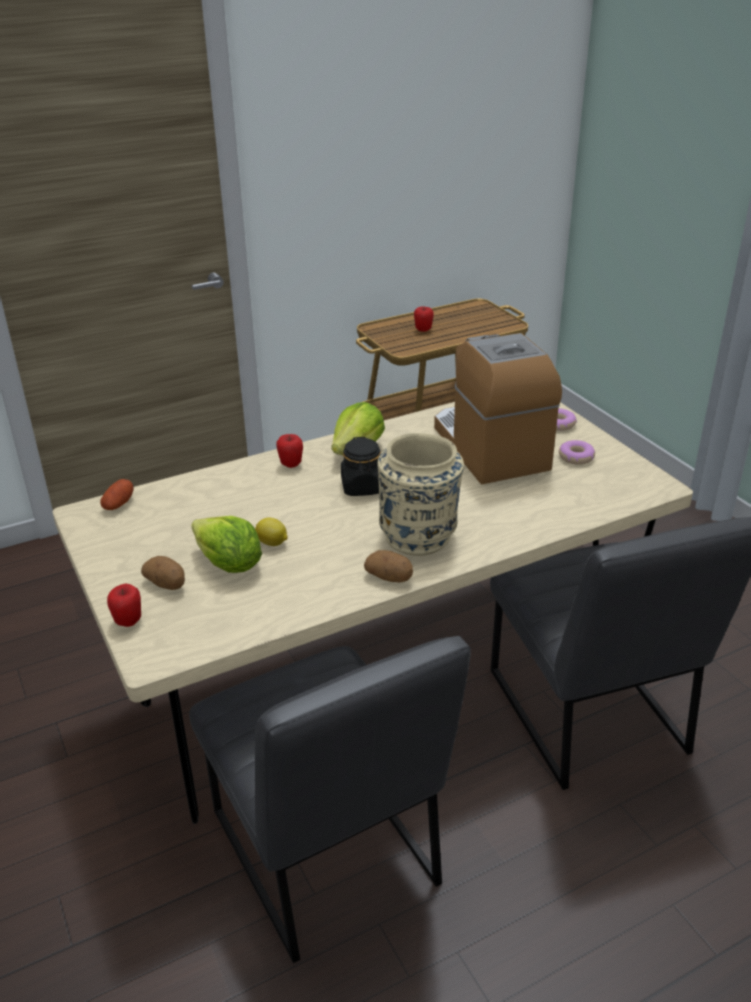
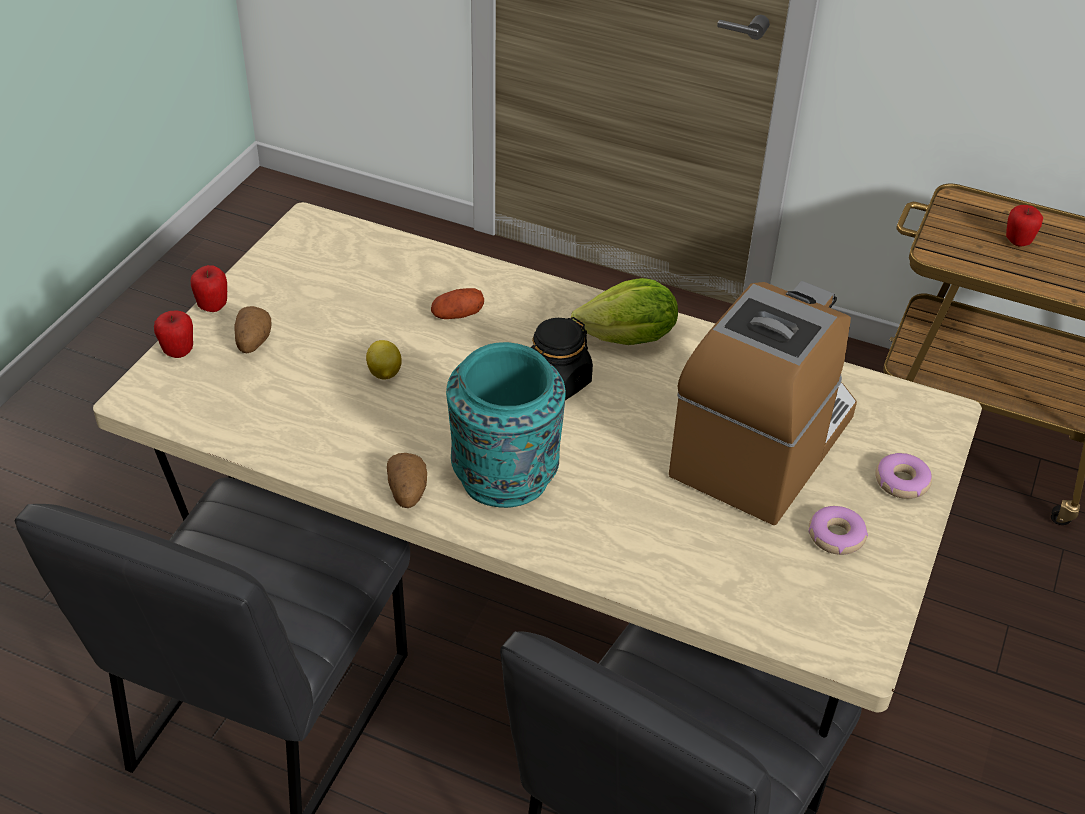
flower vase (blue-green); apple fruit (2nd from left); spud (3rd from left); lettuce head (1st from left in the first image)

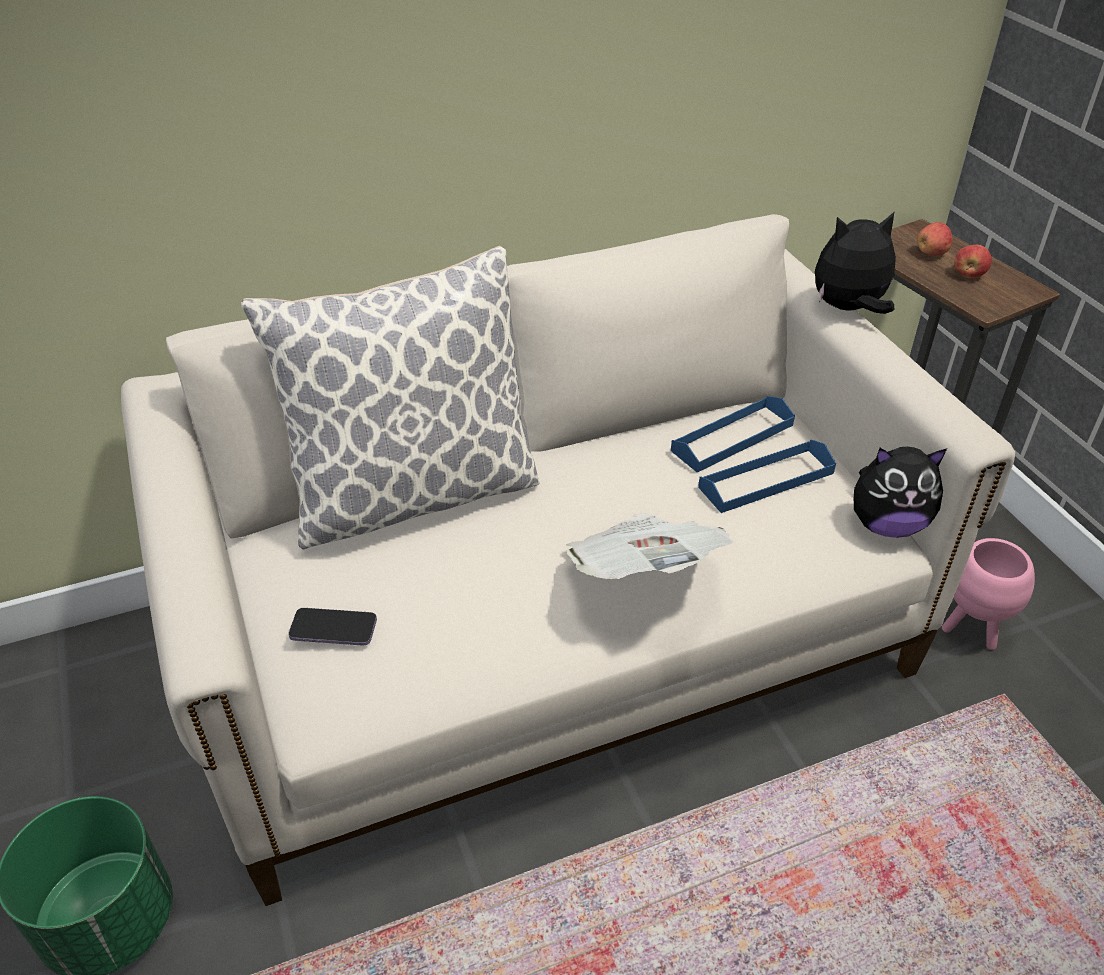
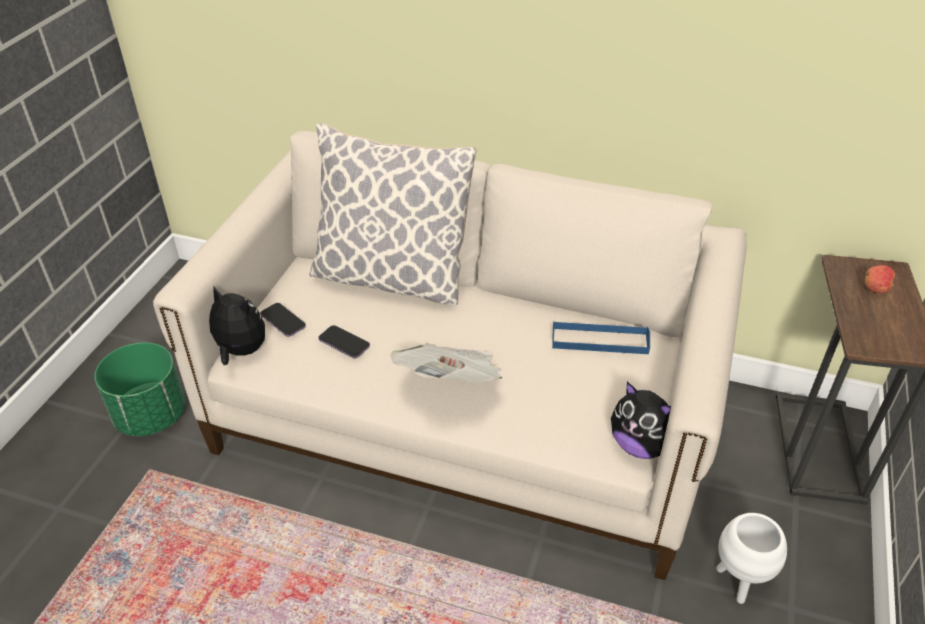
plush toy (1st from left); apple fruit (2nd from left in the first image); carrying tray (blue-coloured) (2nd from left in the first image); flower pot (white); phone (2nd from left)

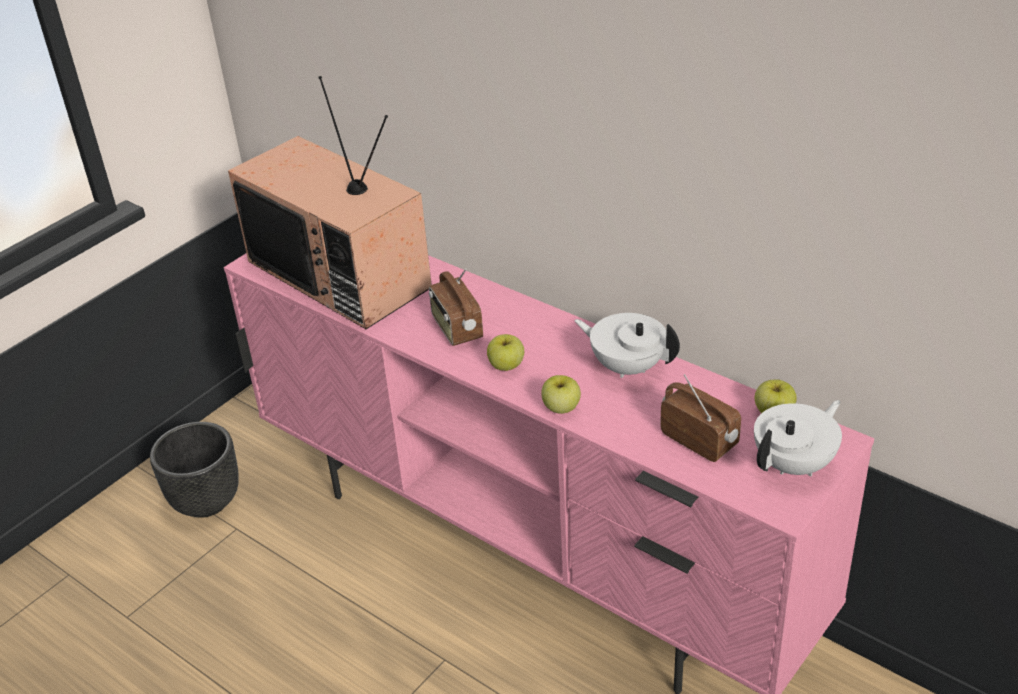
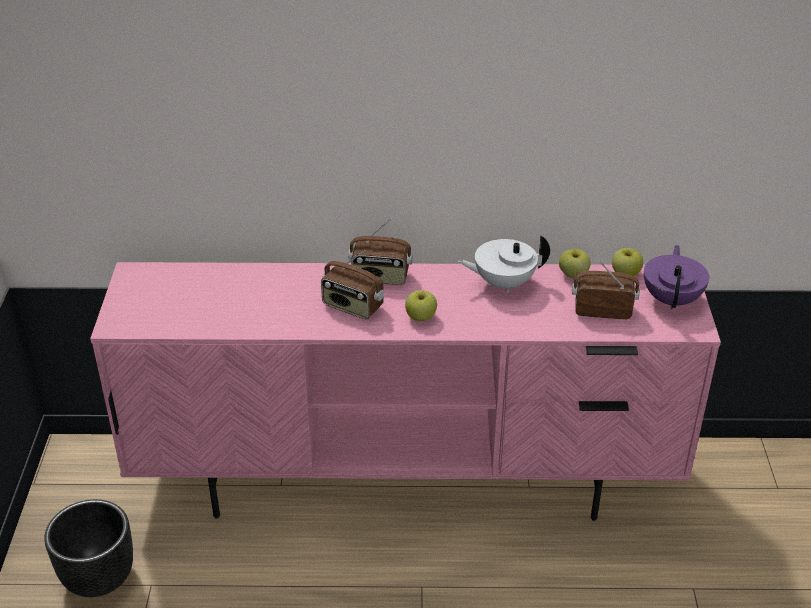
TV; apple fruit (2nd from left); pot for tea (purple-coloured); radio receiver (2nd from left)

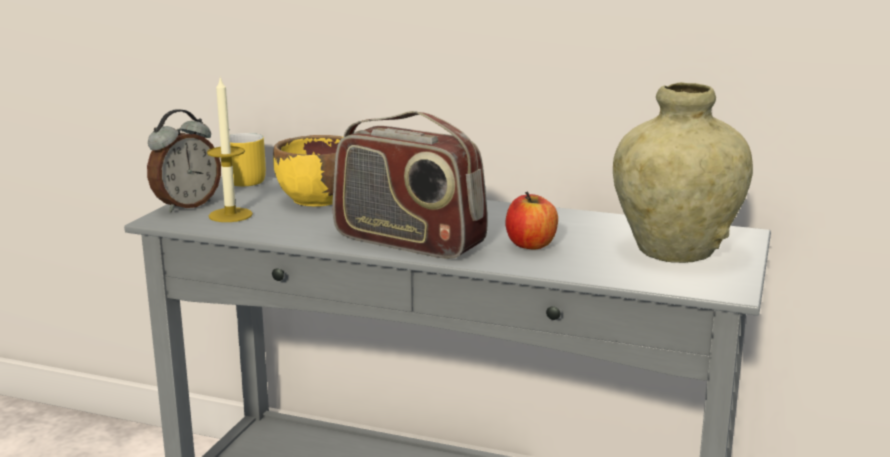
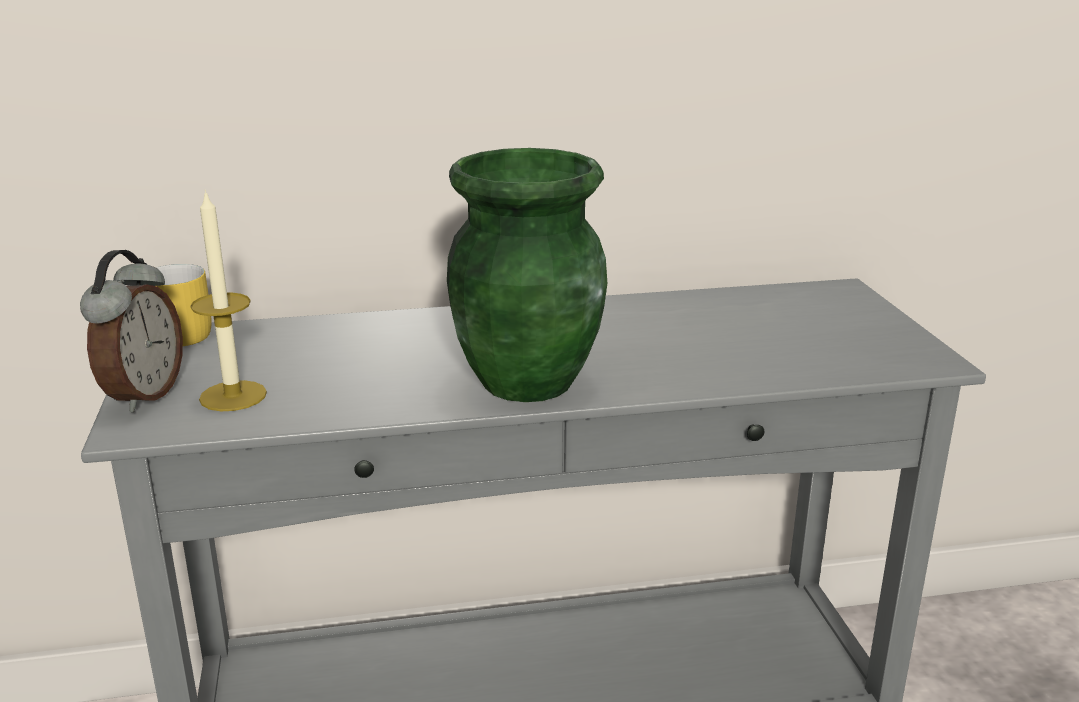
flower vase (sand-coloured); flower vase (green); serving bowl (yellow); apple fruit

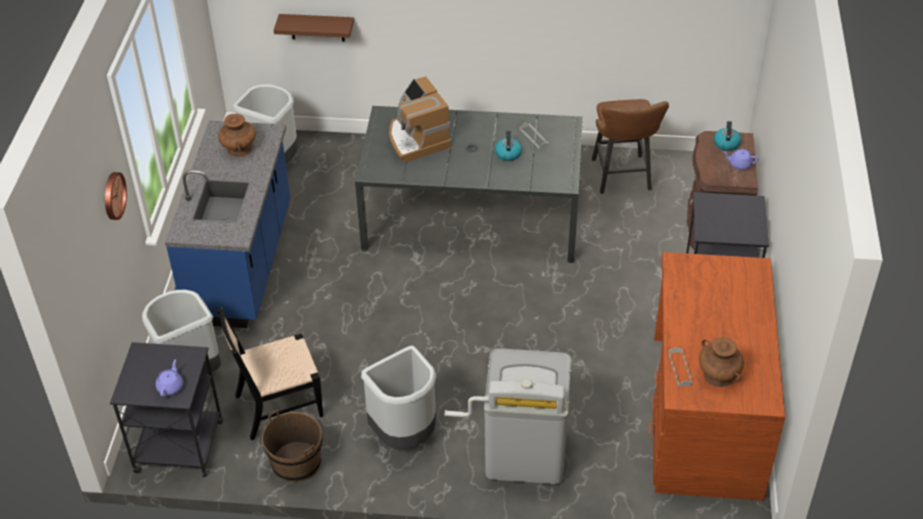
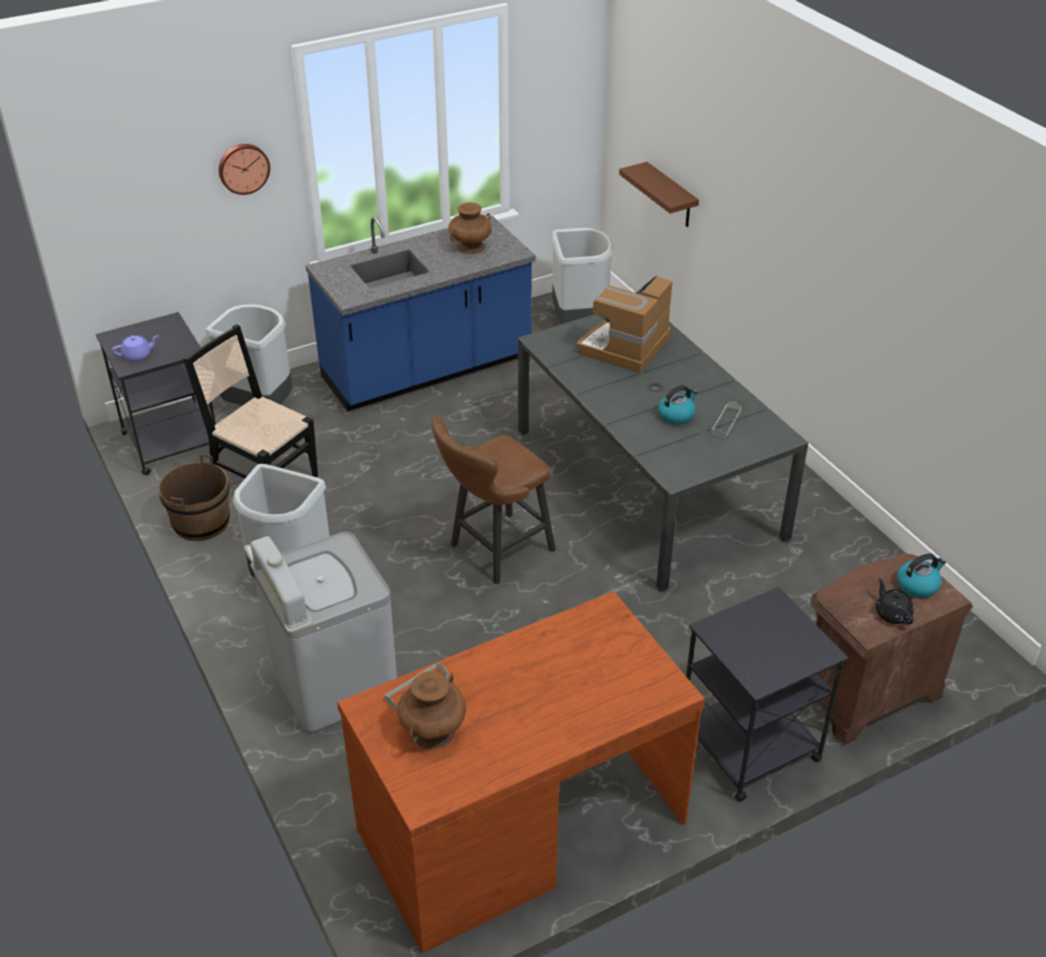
sitting stool (brown); pot for tea (blackish)

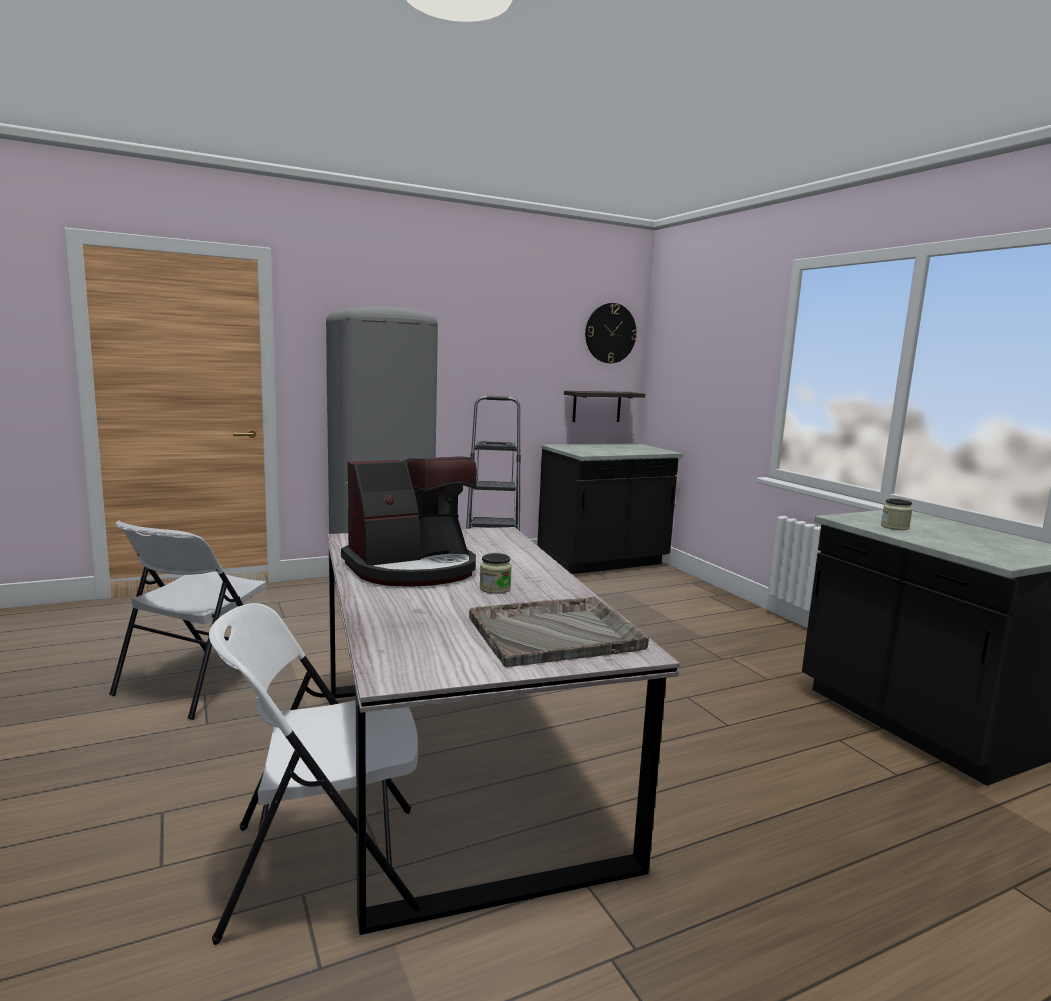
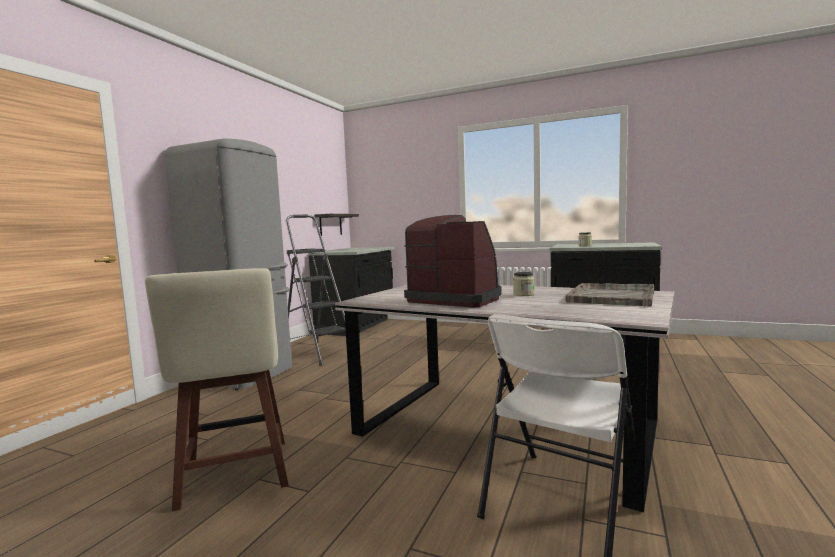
hanging clock; coffee brewer; sitting stool (sand-coloured)

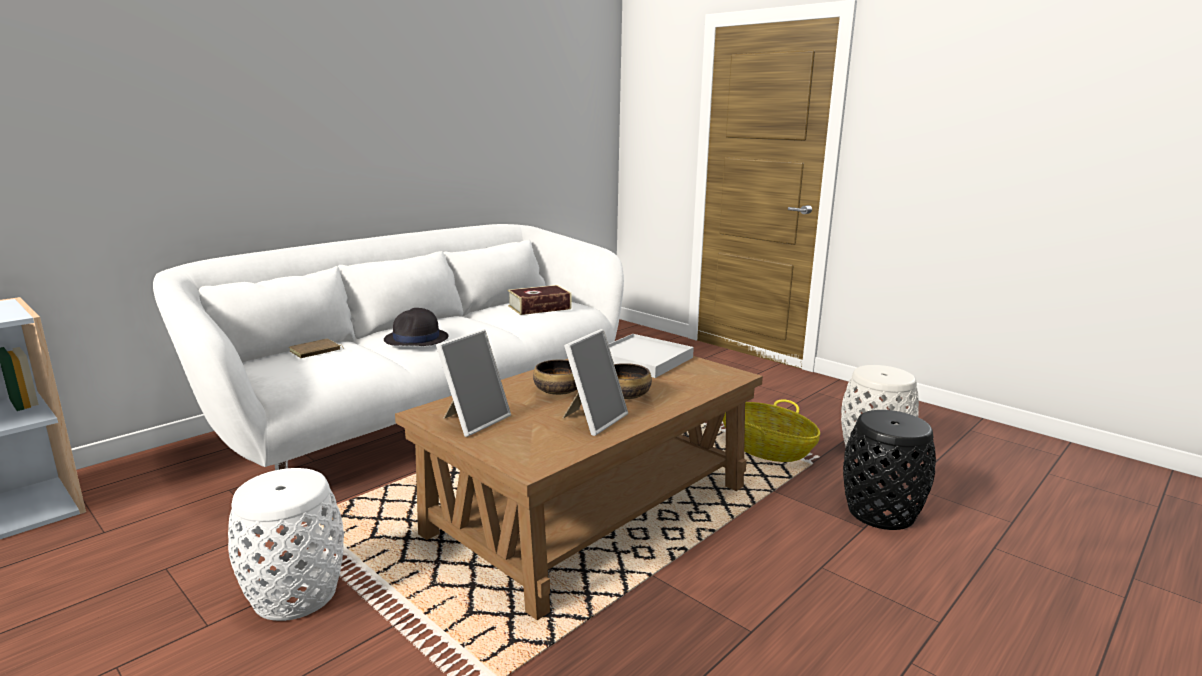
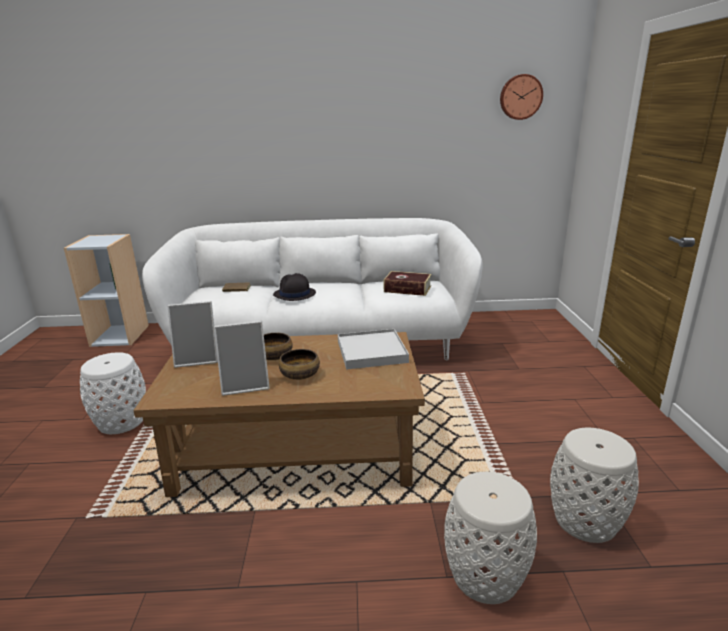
household basket; sitting stool (white) (2nd from left); hanging clock

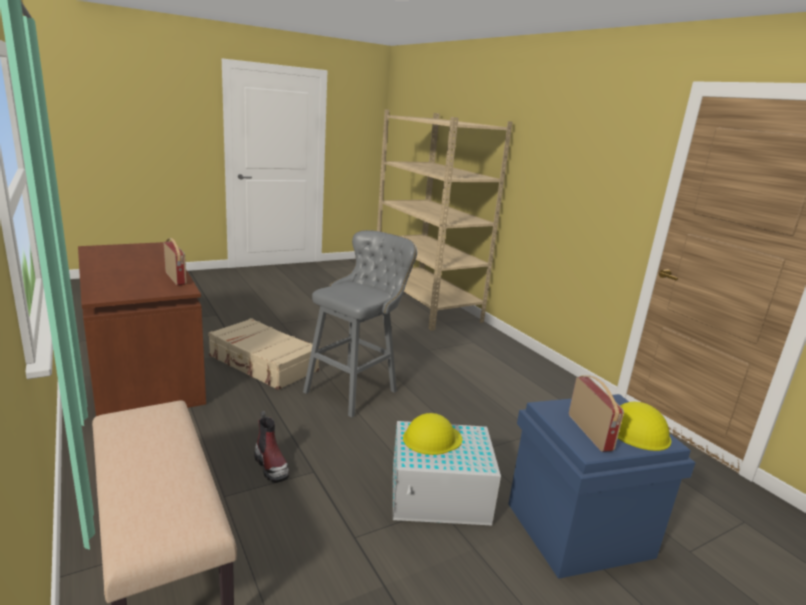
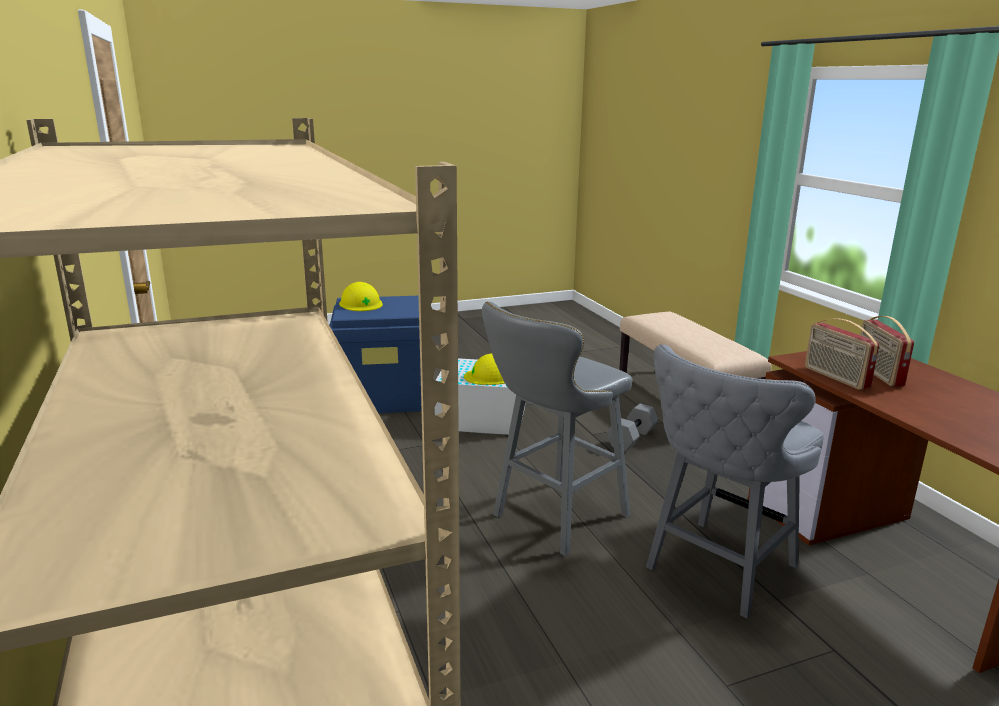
sitting stool (greyish) (2nd from left); radio receiver (2nd from left); free weight (greyish)

